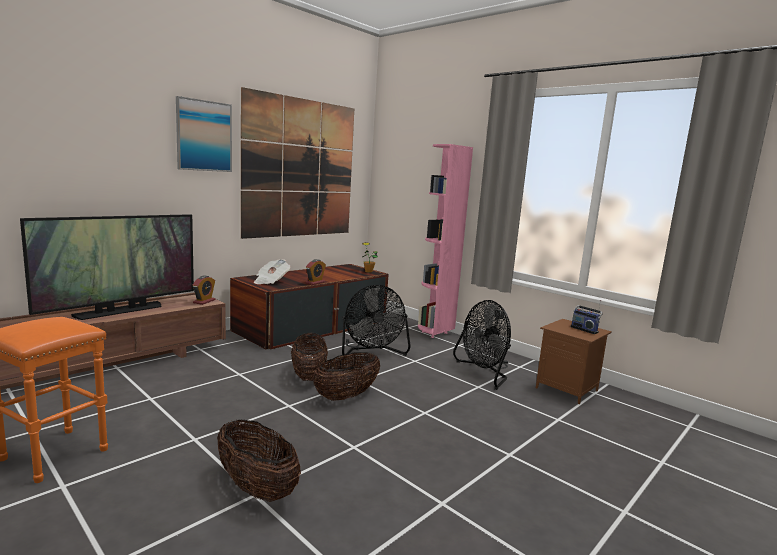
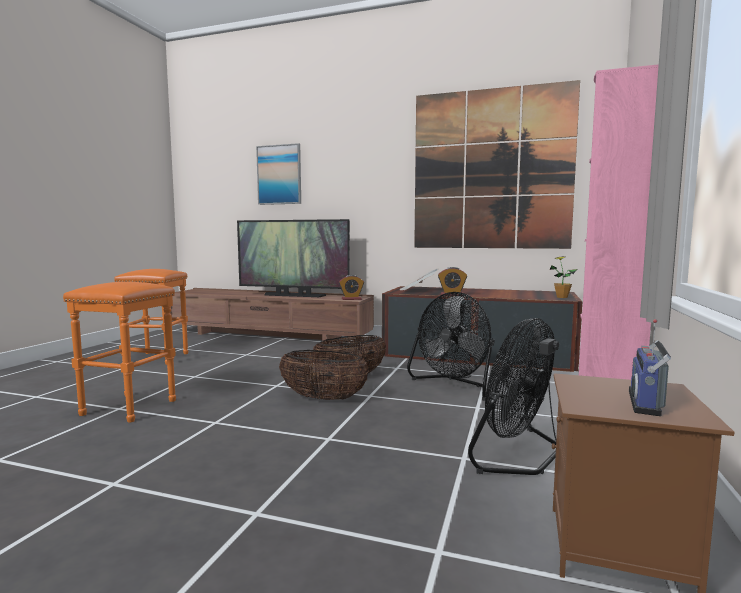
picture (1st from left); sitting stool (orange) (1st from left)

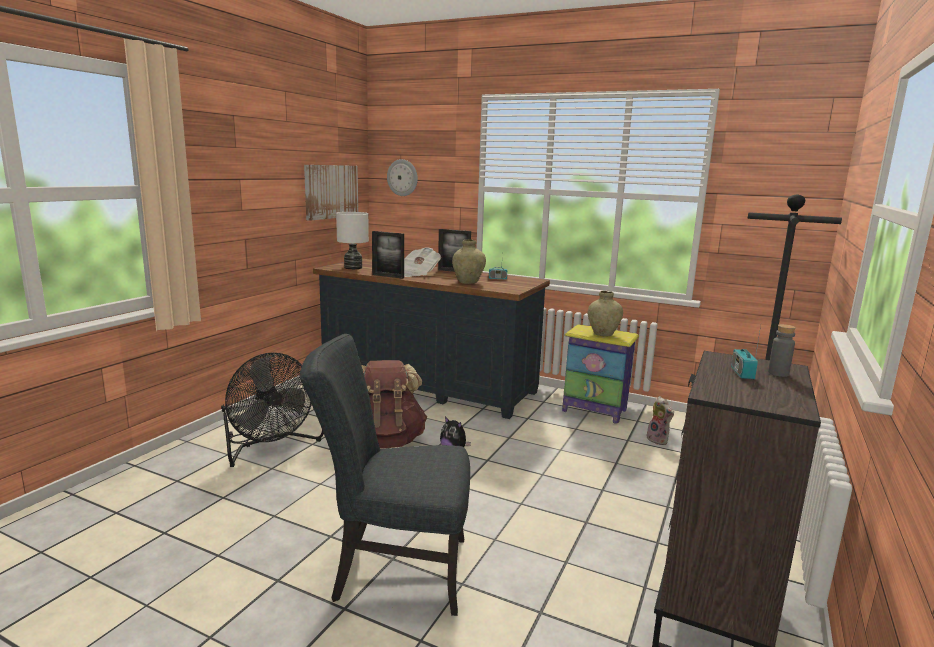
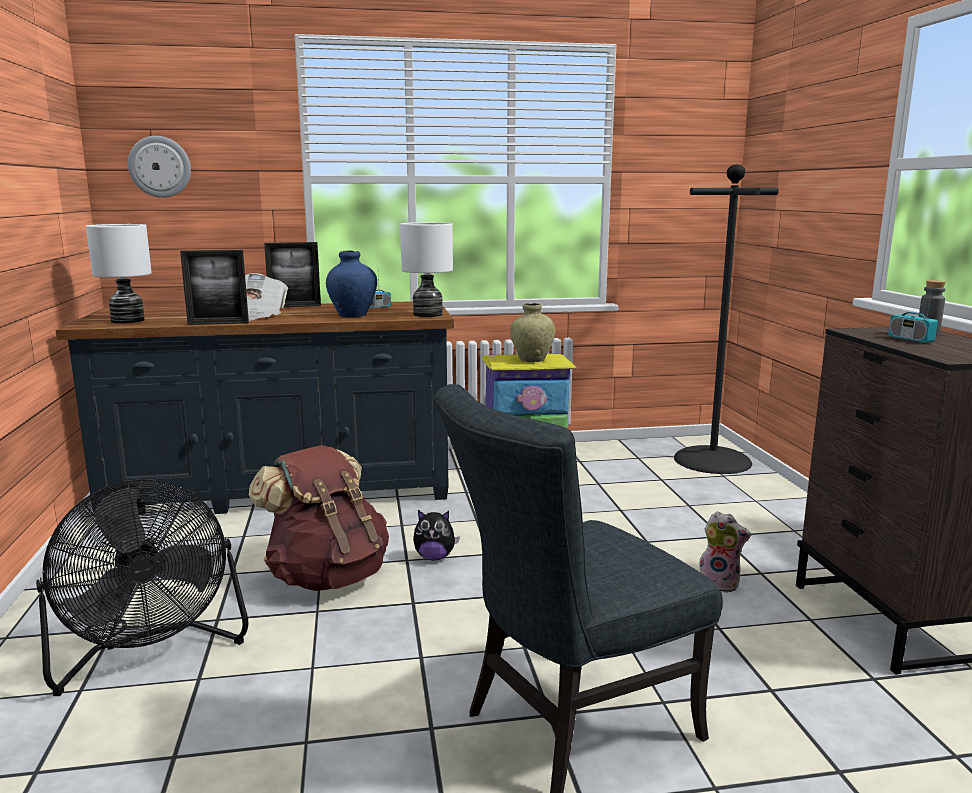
picture; flower vase (blue-coloured); fan (blackish); plush toy (2nd from left); table lamp (white) (2nd from left)

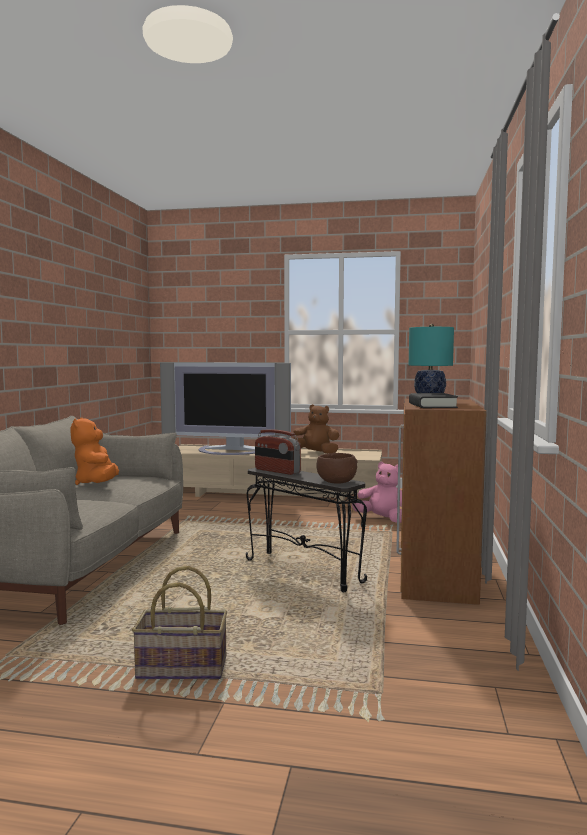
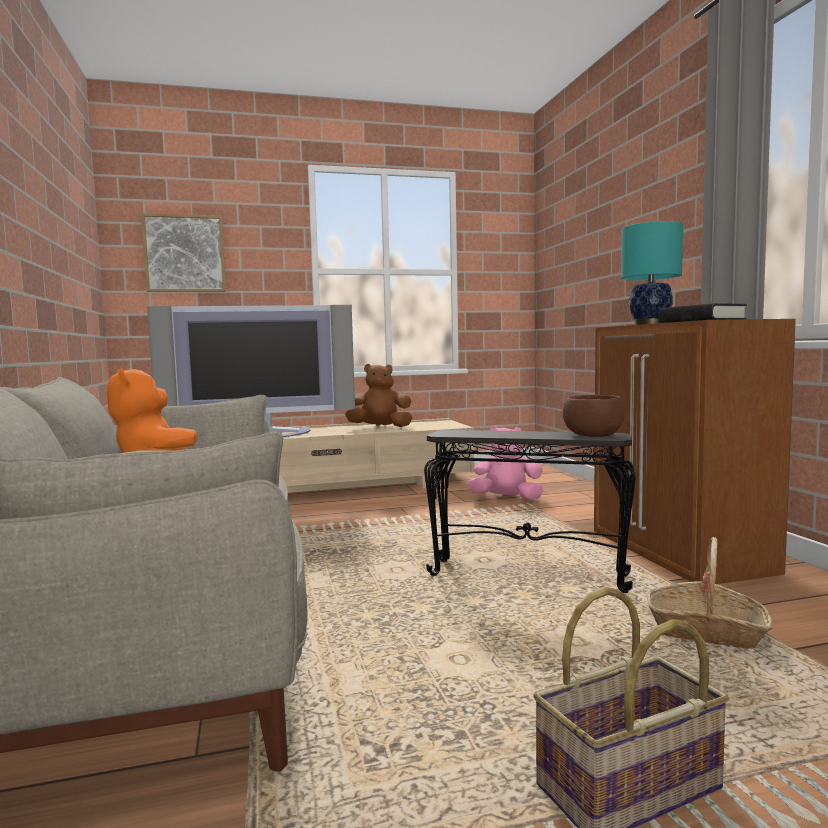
radio receiver; picture; household basket (2nd from left)

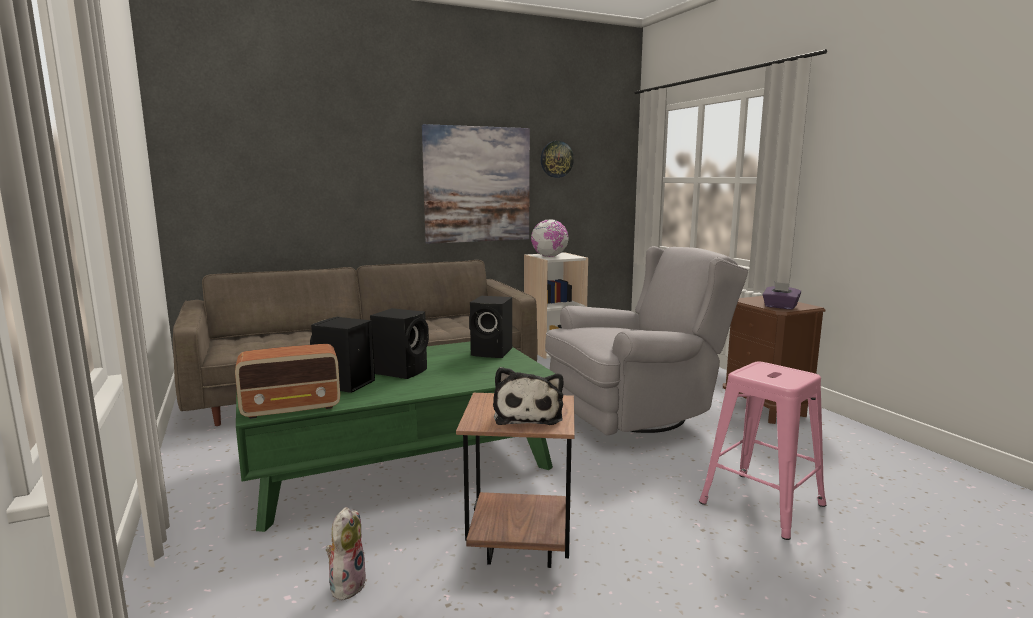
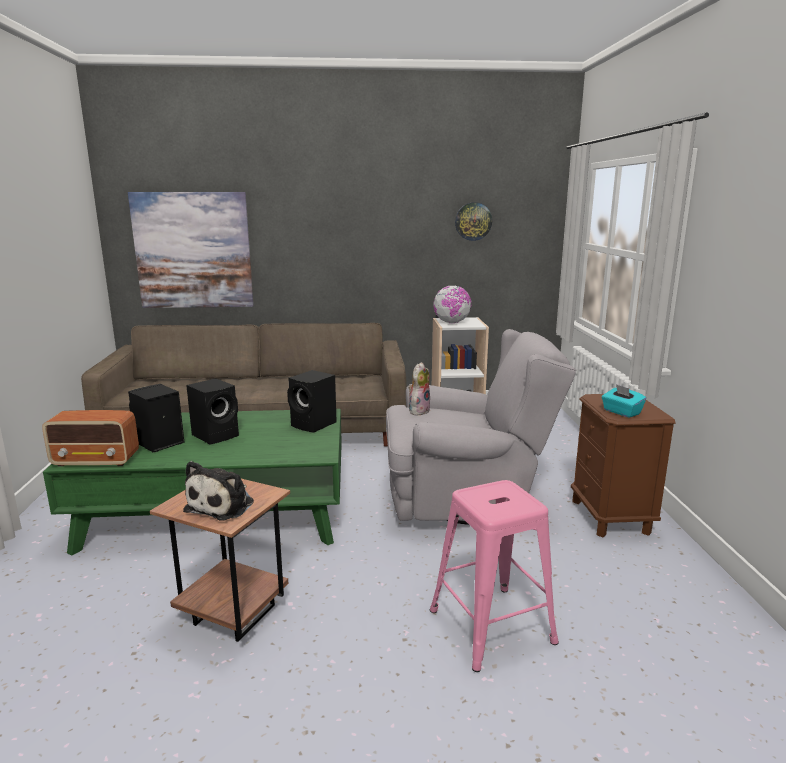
picture; tissue holder (blue-green); plush toy (2nd from left)

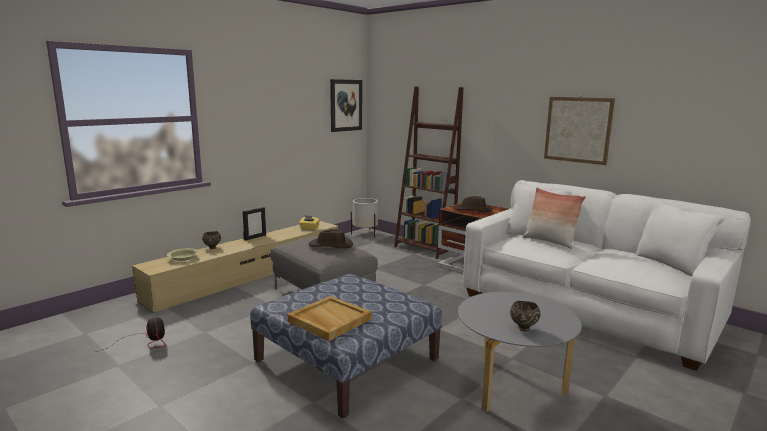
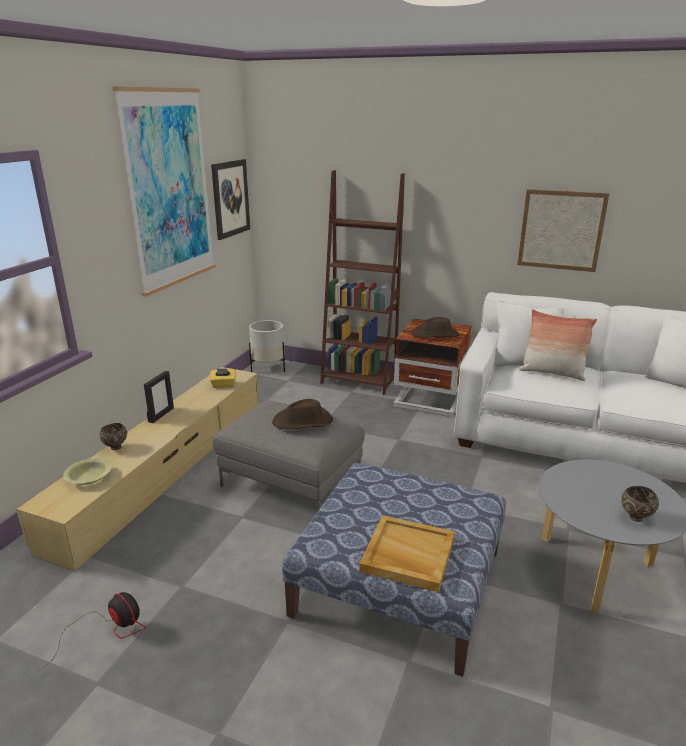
picture (1st from left)

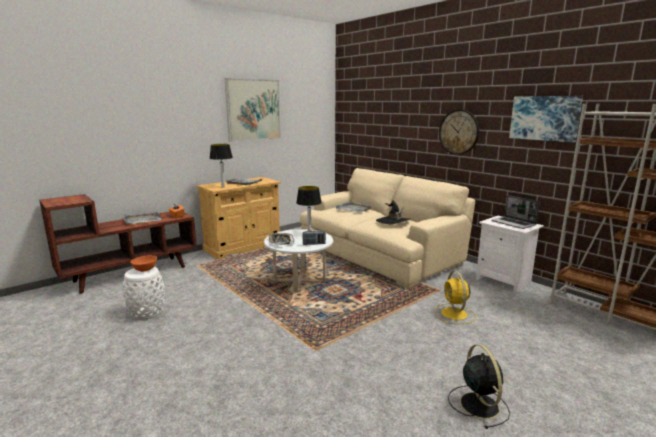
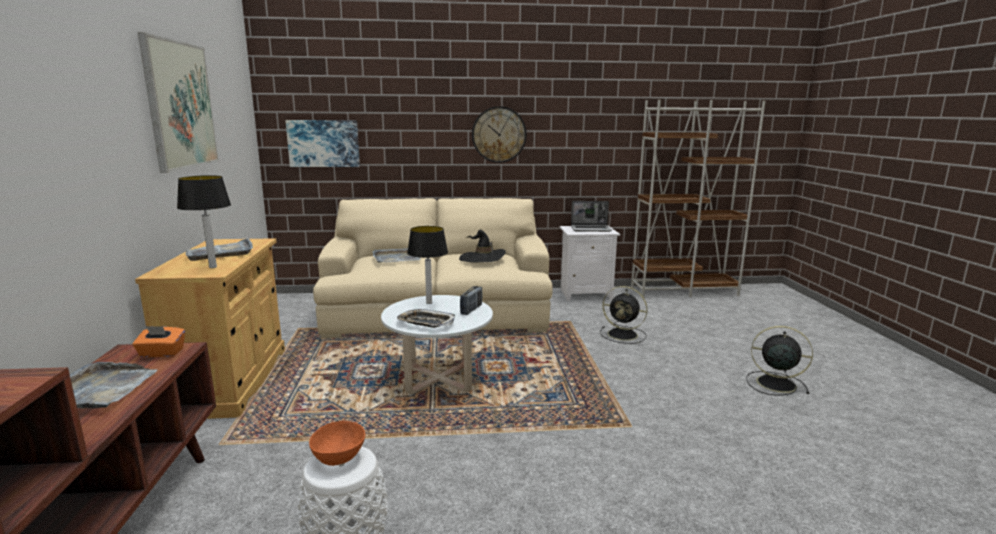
picture (2nd from left); fan (blackish) (1st from left)

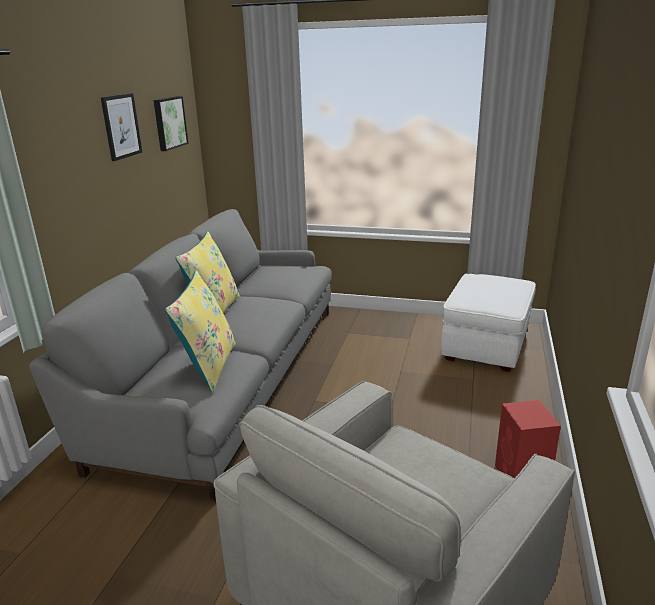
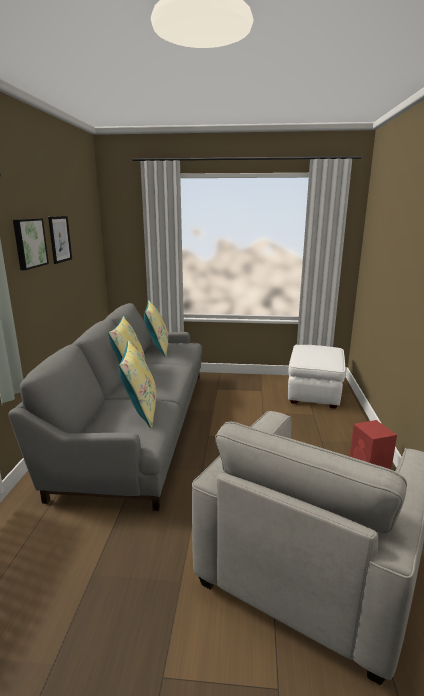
picture (1st from left); cushion (yellow) (3rd from left)

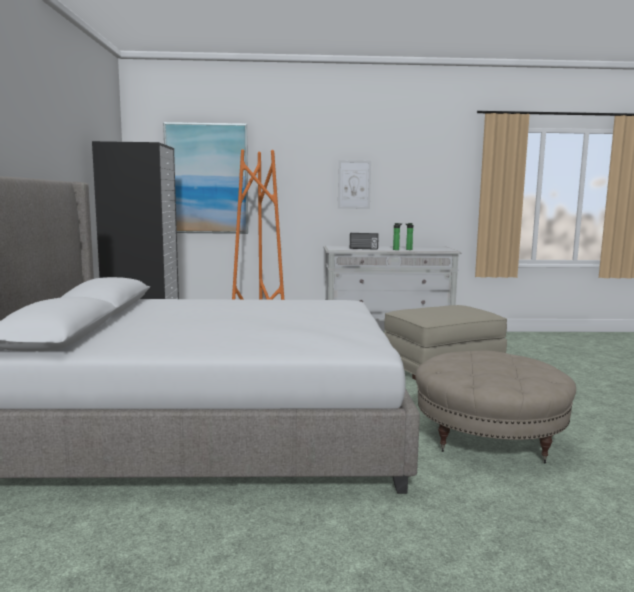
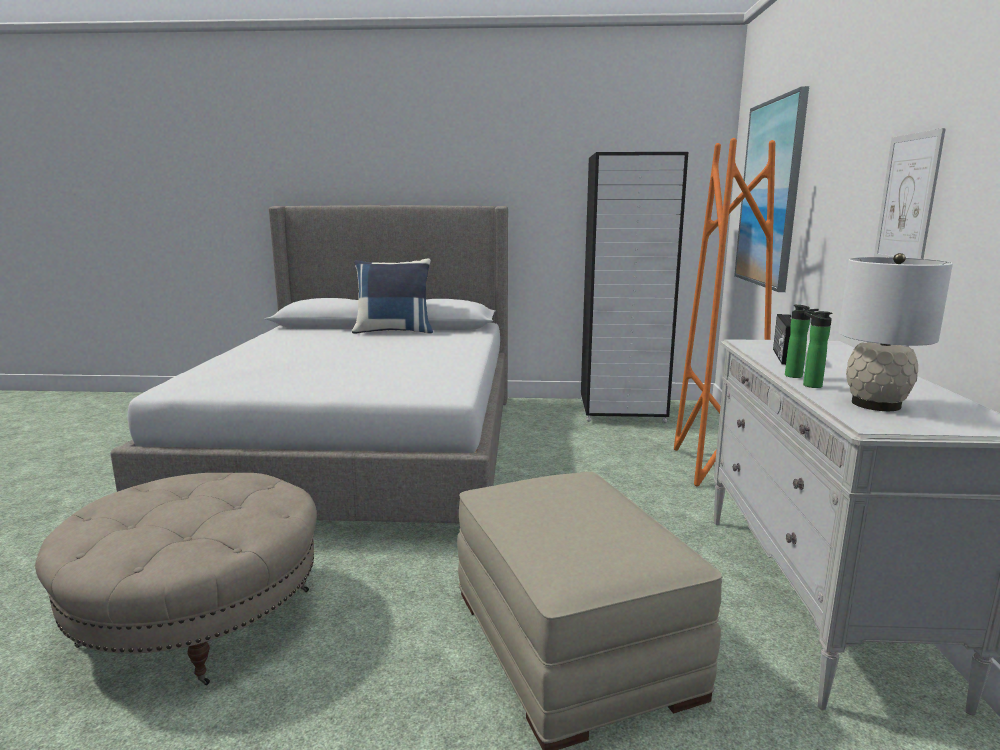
table lamp (white); cushion (blue-coloured)

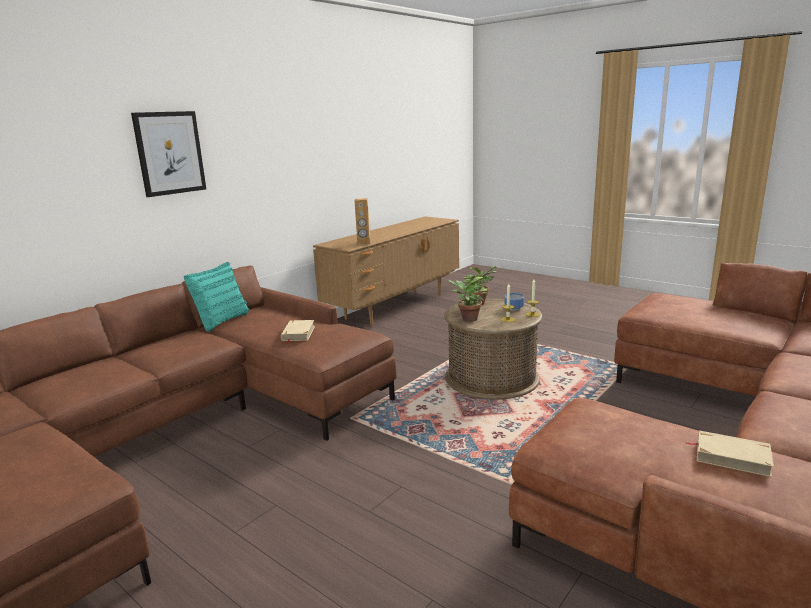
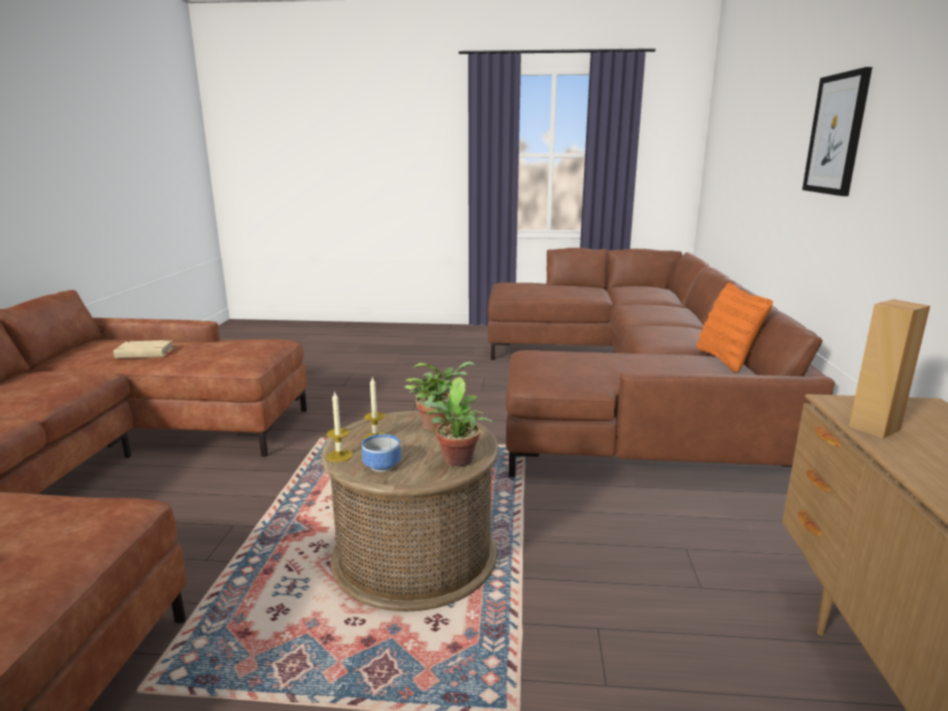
cushion (orange); volume (sand-coloured) (1st from left in the first image)

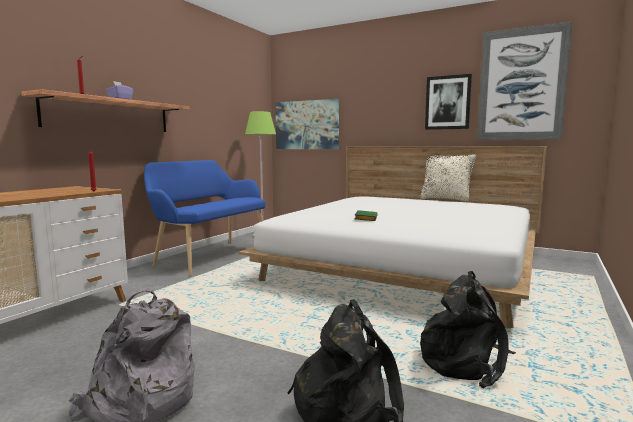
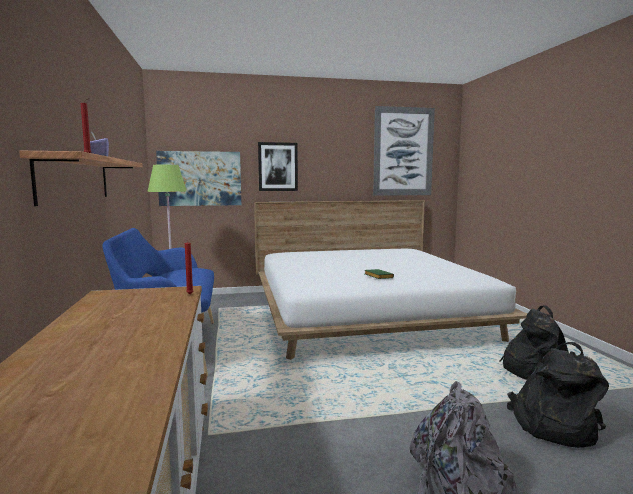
picture (2nd from left); cushion (sand-coloured)

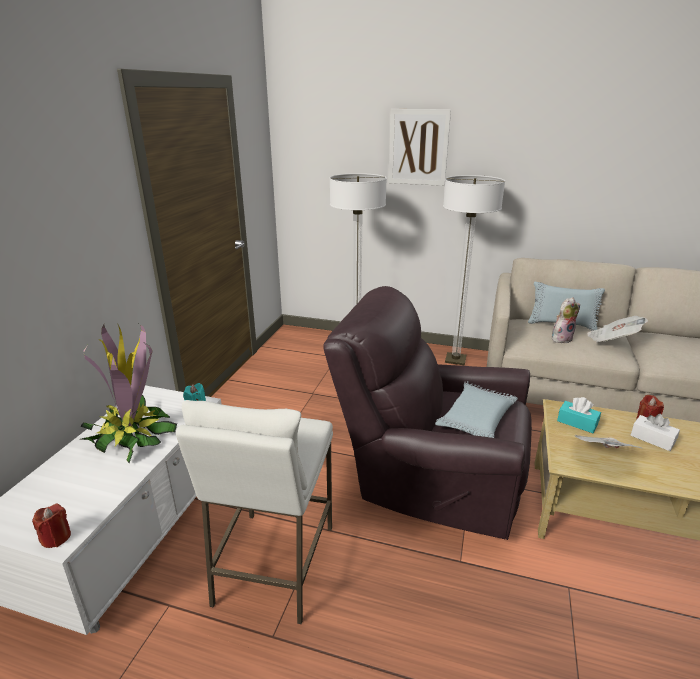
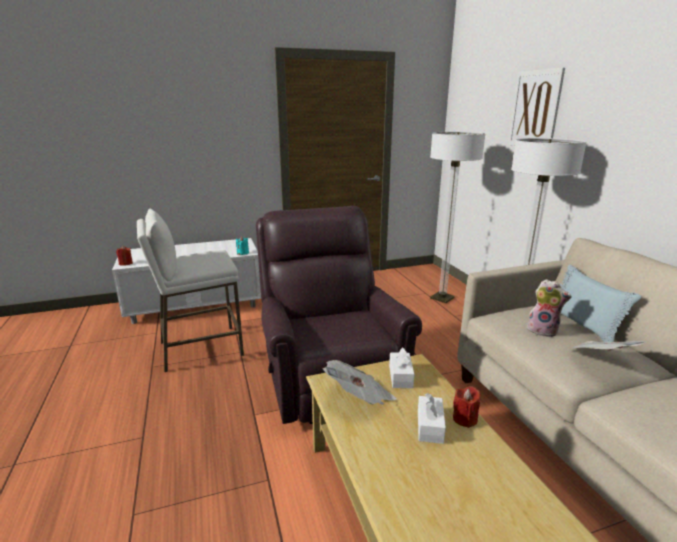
houseplant; cushion (blue-coloured) (1st from left in the first image); tissue holder (white) (1st from left)

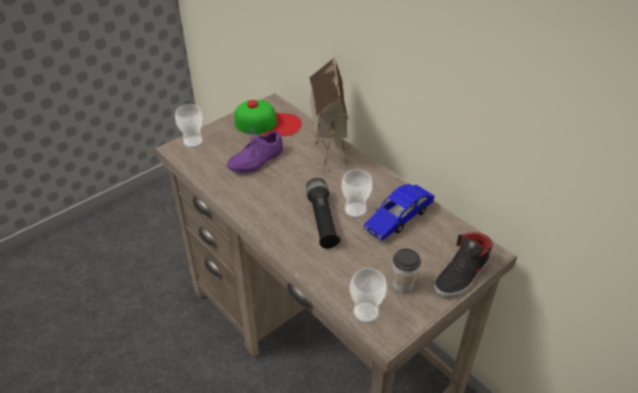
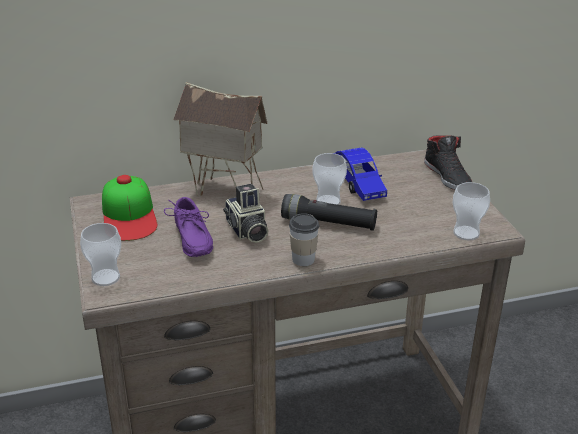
peaked cap; cup (2nd from left); still camera

